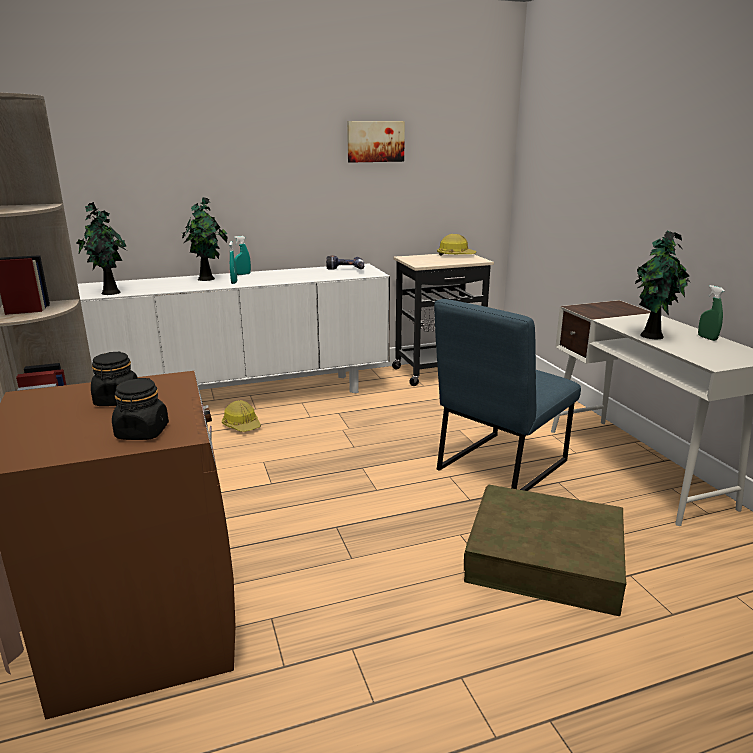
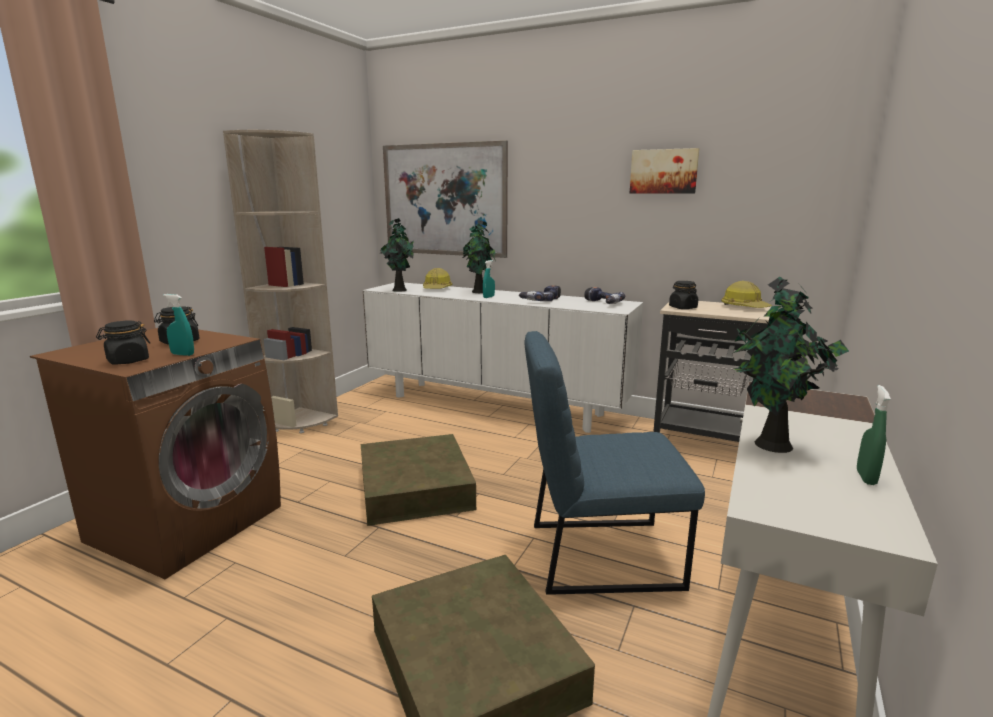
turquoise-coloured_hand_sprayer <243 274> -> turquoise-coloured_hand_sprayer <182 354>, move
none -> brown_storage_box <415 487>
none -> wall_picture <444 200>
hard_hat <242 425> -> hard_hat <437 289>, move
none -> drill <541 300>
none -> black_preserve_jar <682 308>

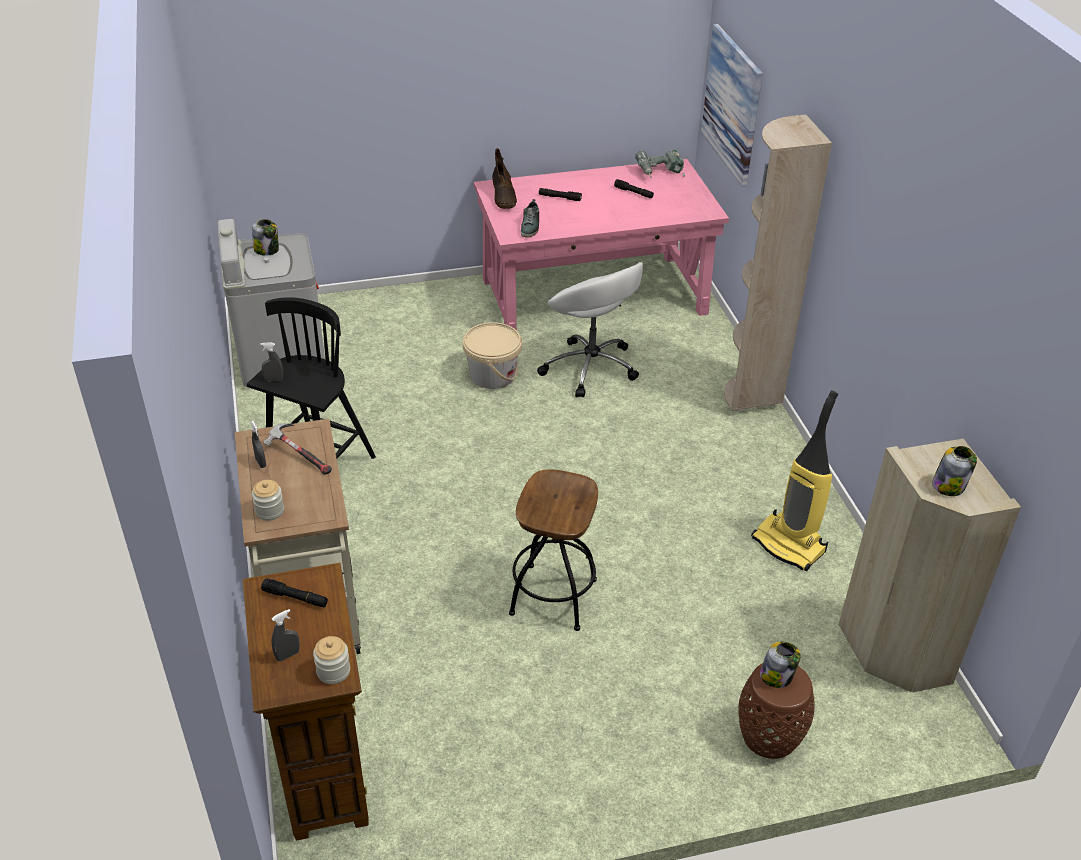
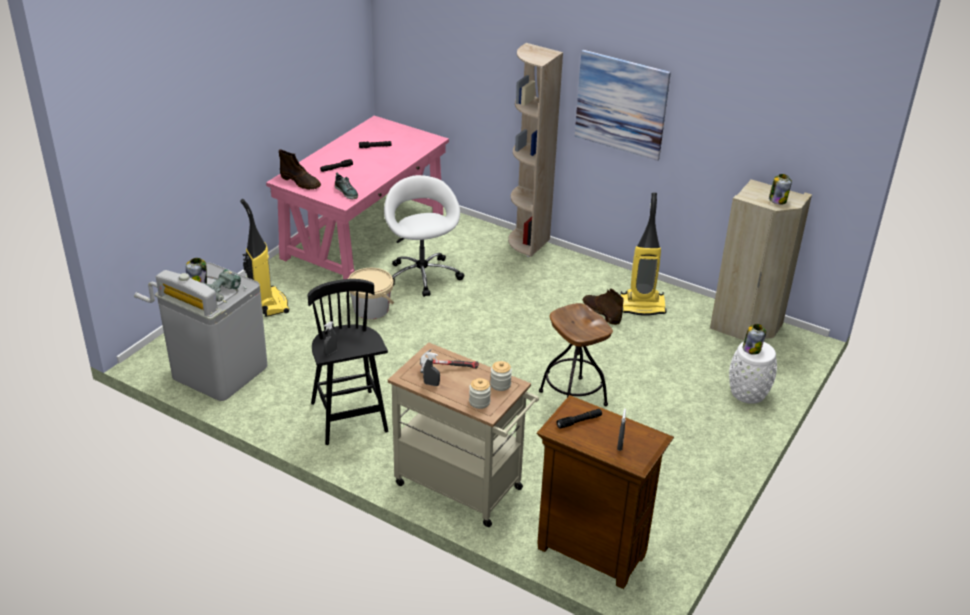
drill <659 174> -> drill <224 295>, move
none -> hoover <269 303>
white_office_chair <591 369> -> white_office_chair <422 275>, 120 degrees counterclockwise
preserve_jar <333 671> -> preserve_jar <500 384>, move
wall_picture <732 104> -> wall_picture <621 104>, move
none -> brown_tall_boot <601 312>
brown_stool <769 736> -> white_stool <748 393>

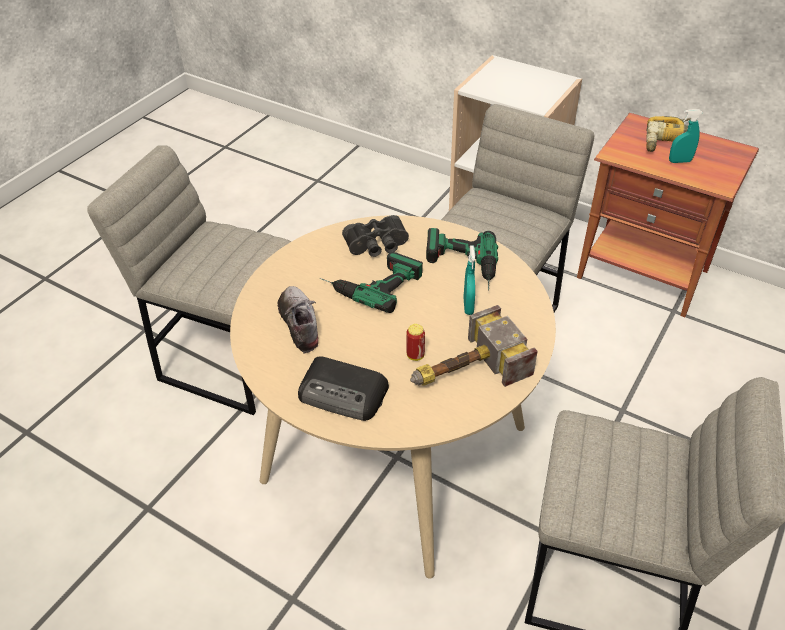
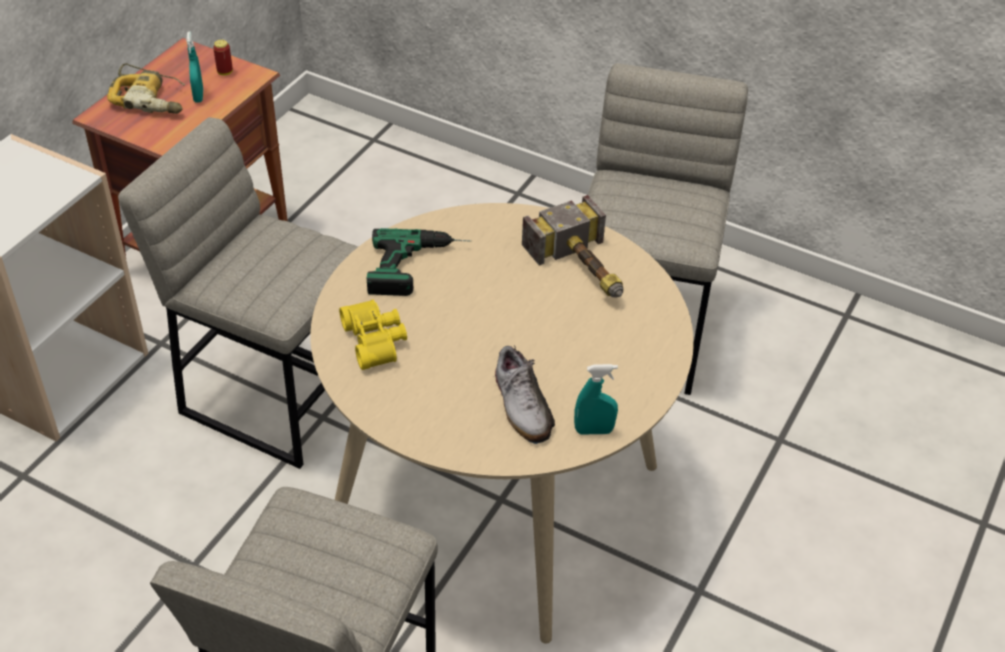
metal_can <415 355> -> metal_can <225 72>, move
black_field_glasses <377 246> -> yellow-coloured_field_glasses <376 340>
shoe <300 323> -> shoe <522 406>, 90 degrees counterclockwise
turquoise-coloured_hand_sprayer <468 306> -> turquoise-coloured_hand_sprayer <593 430>, move
radio <344 393> -> none
drill <370 282> -> none

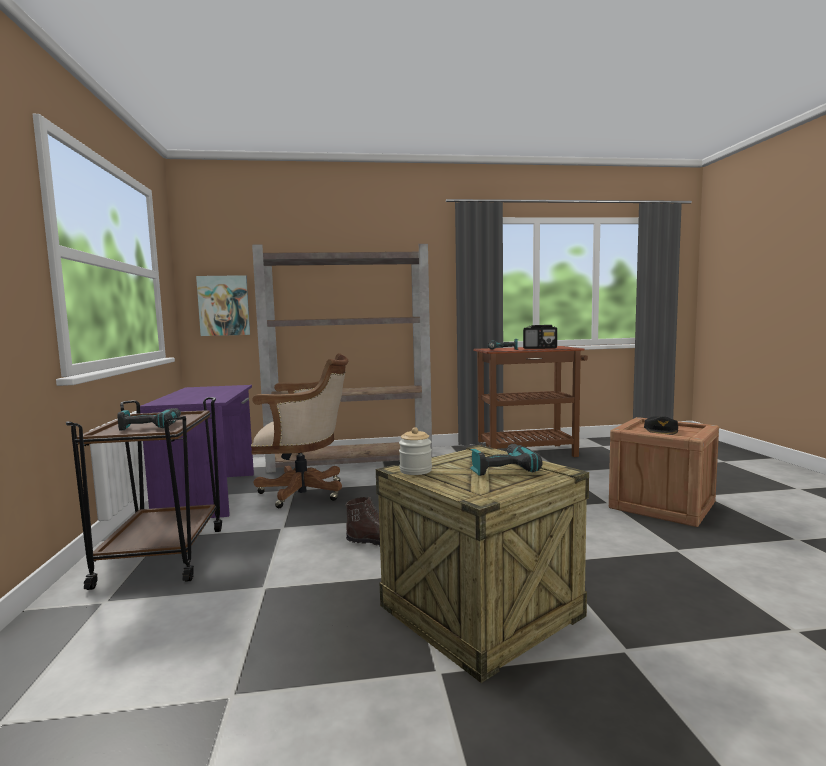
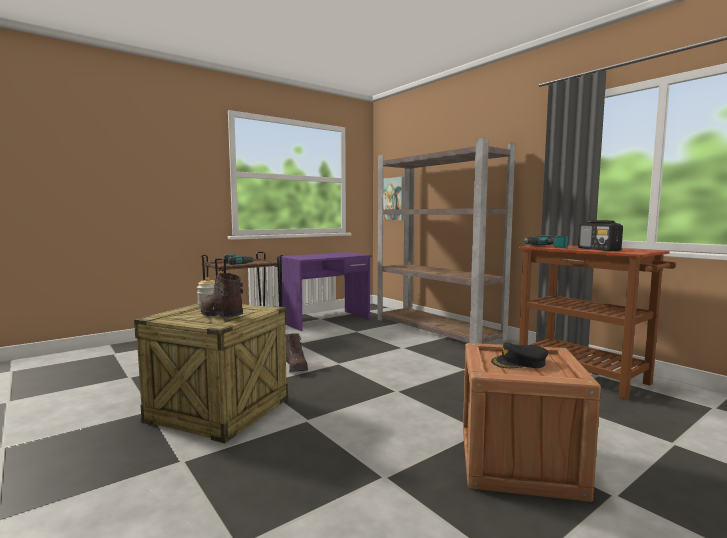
drill <502 468> -> brown_tall_boot <220 315>
office_chair <306 493> -> none

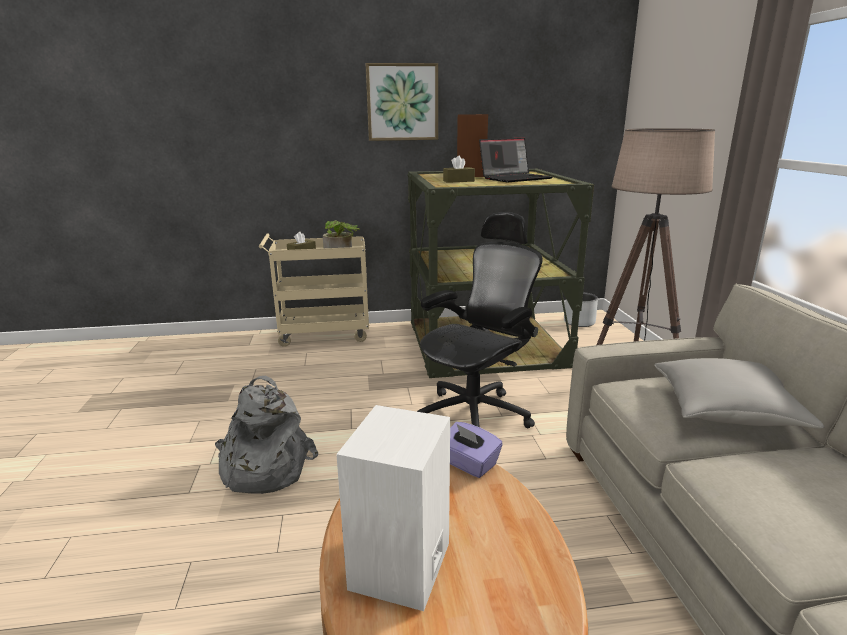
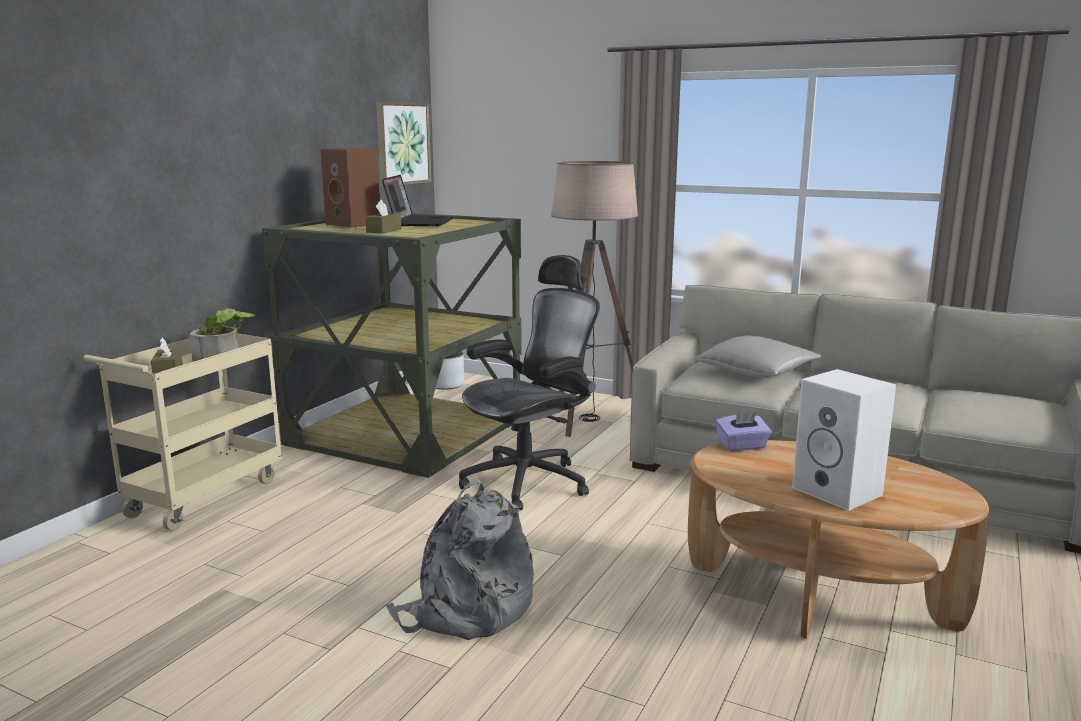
wall_picture <402 102> -> wall_picture <402 144>, move
office_chair <477 413> -> office_chair <530 480>, 60 degrees clockwise

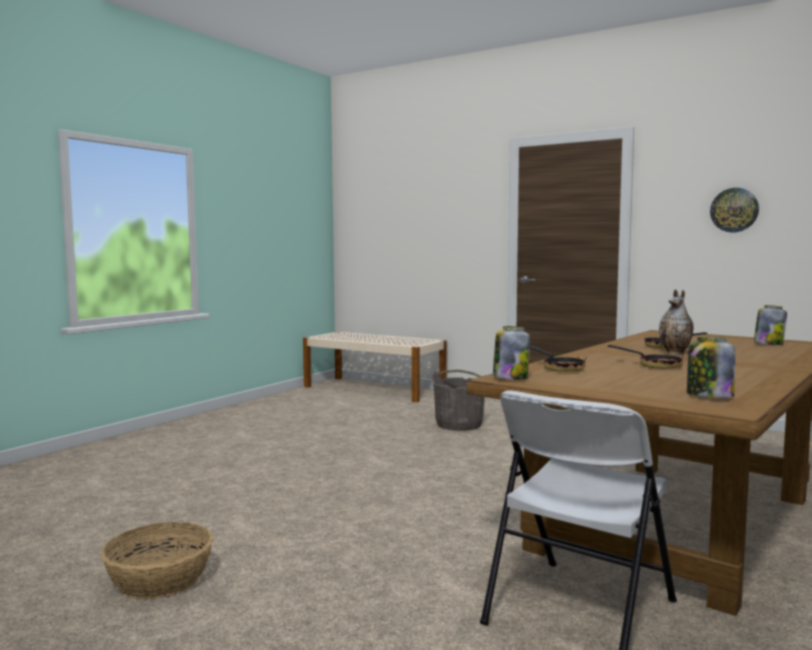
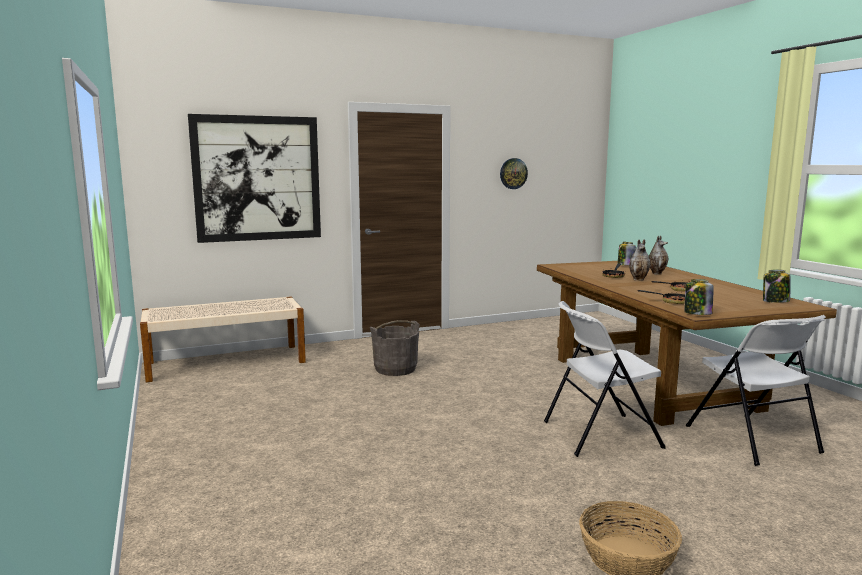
none -> wall_picture <257 178>
none -> white_plain_chair <601 434>
none -> vase <657 273>

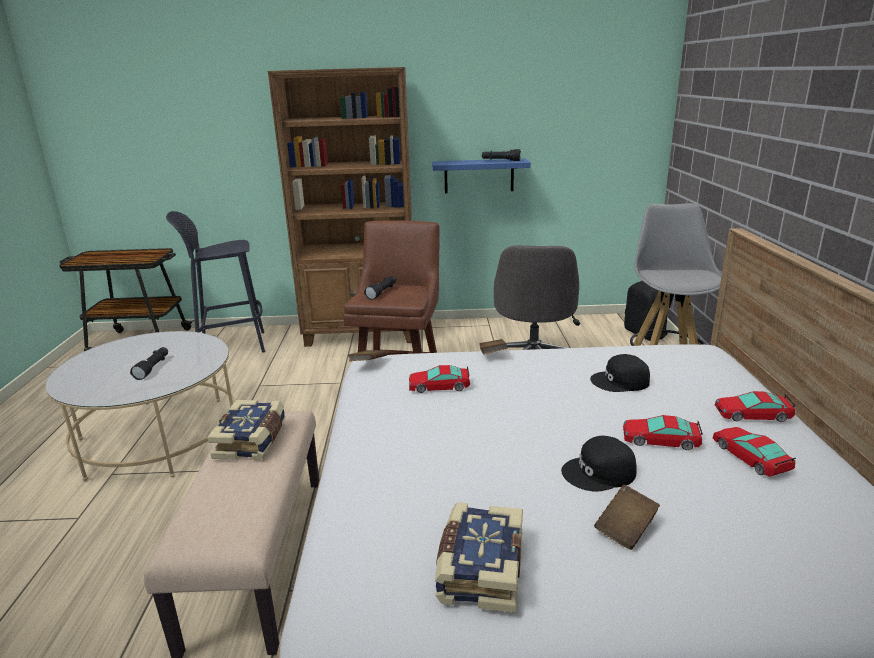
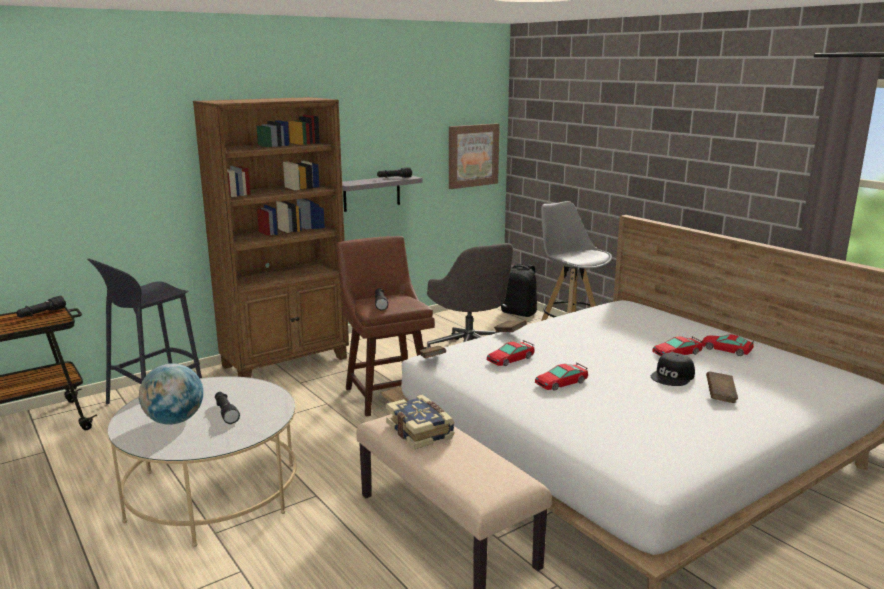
none -> black_flashlight <41 313>
none -> globe <174 421>
blue-coloured_wall_shelf <479 176> -> grey_wall_shelf <371 193>
none -> wall_picture <472 155>
miniature_car <752 414> -> miniature_car <561 382>, move
bound_book <479 569> -> none
black_peaked_cap <620 381> -> none

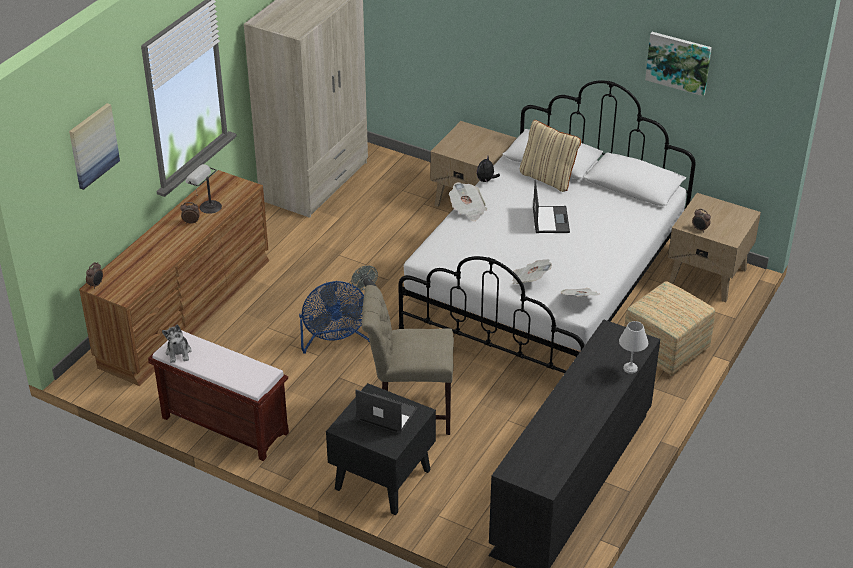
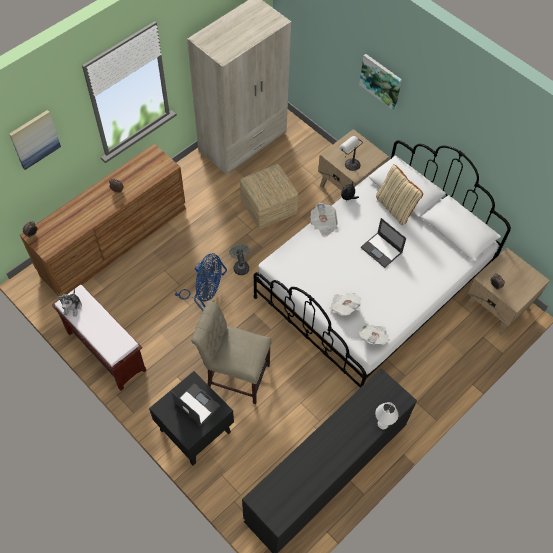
blue-coloured_fan <332 339> -> blue-coloured_fan <204 293>, 75 degrees counterclockwise
footrest <665 348> -> footrest <269 207>, move
tabletop_lamp <206 206> -> tabletop_lamp <349 163>, move
wall_picture <678 62> -> wall_picture <381 81>, move
portable_computer <550 219> -> portable_computer <382 250>, 120 degrees clockwise

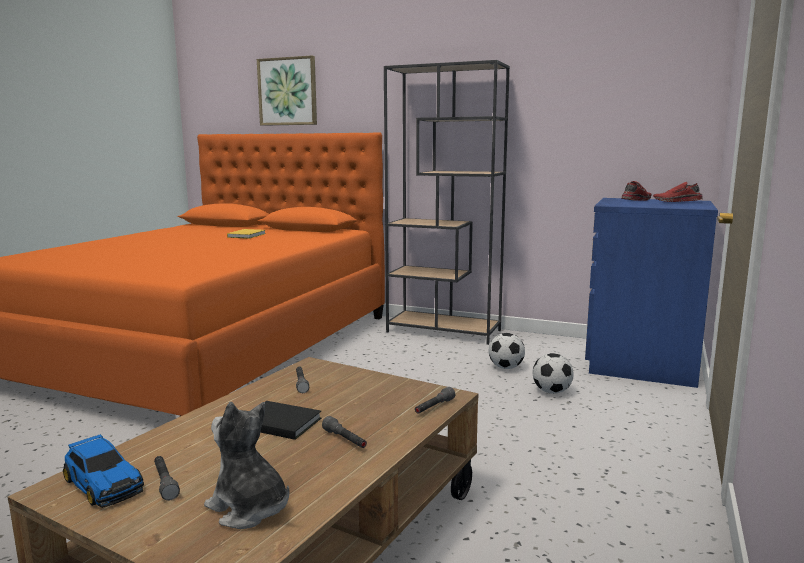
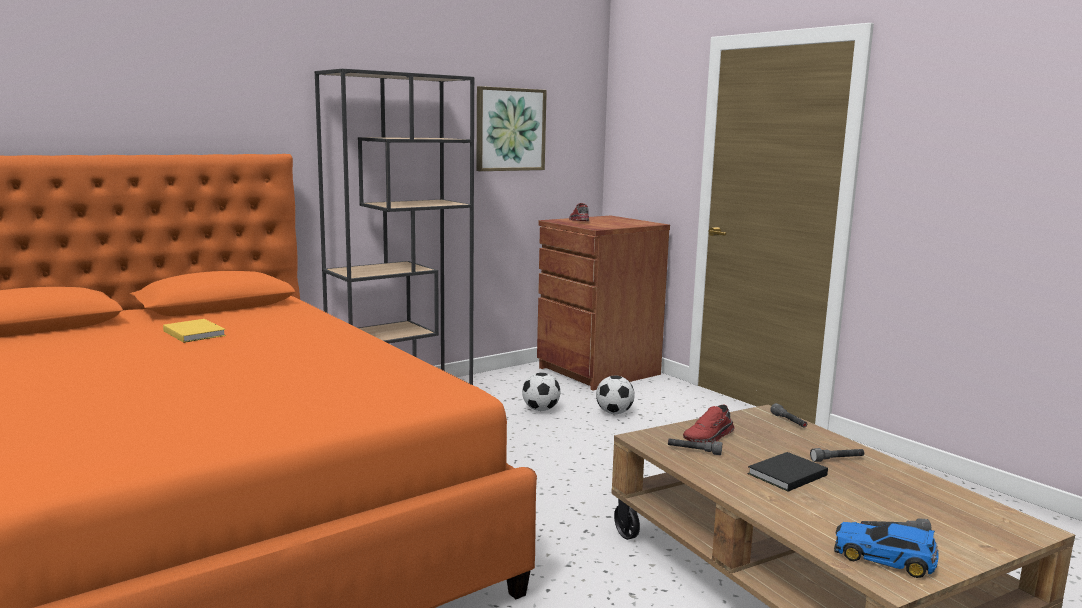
wall_picture <288 91> -> wall_picture <510 129>, move
blue-coloured_dresser <641 365> -> brown_dresser <599 371>
red_shoe <677 202> -> red_shoe <709 437>, move
miniature_car <104 483> -> miniature_car <886 559>, 135 degrees counterclockwise
plush_toy <249 508> -> none

